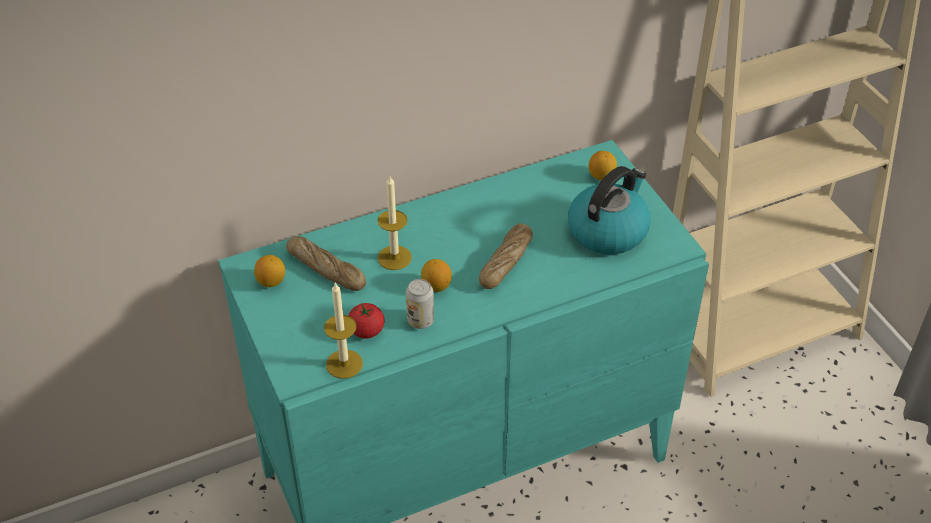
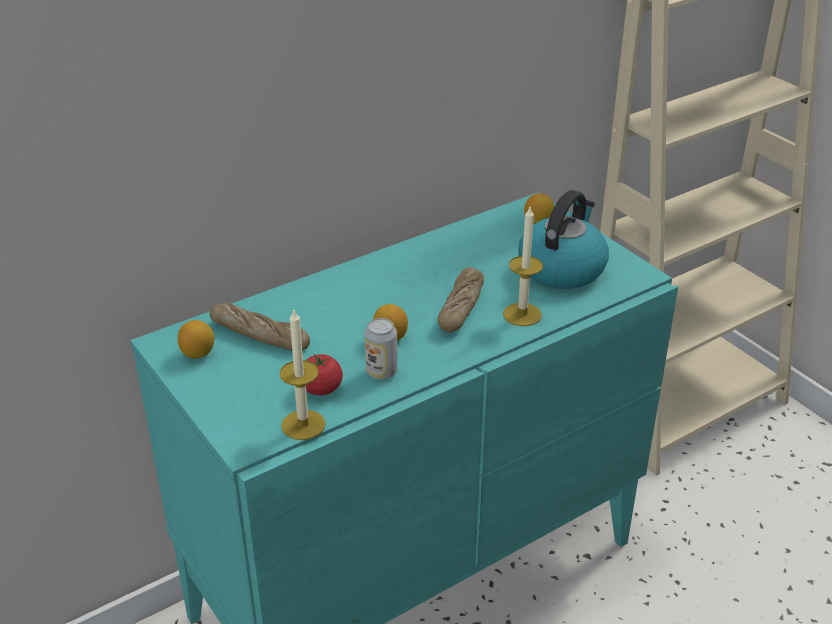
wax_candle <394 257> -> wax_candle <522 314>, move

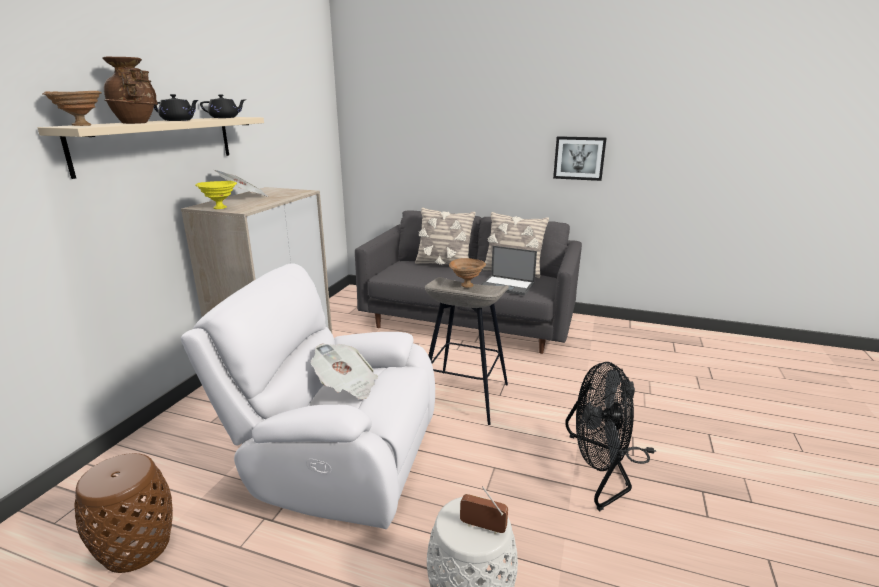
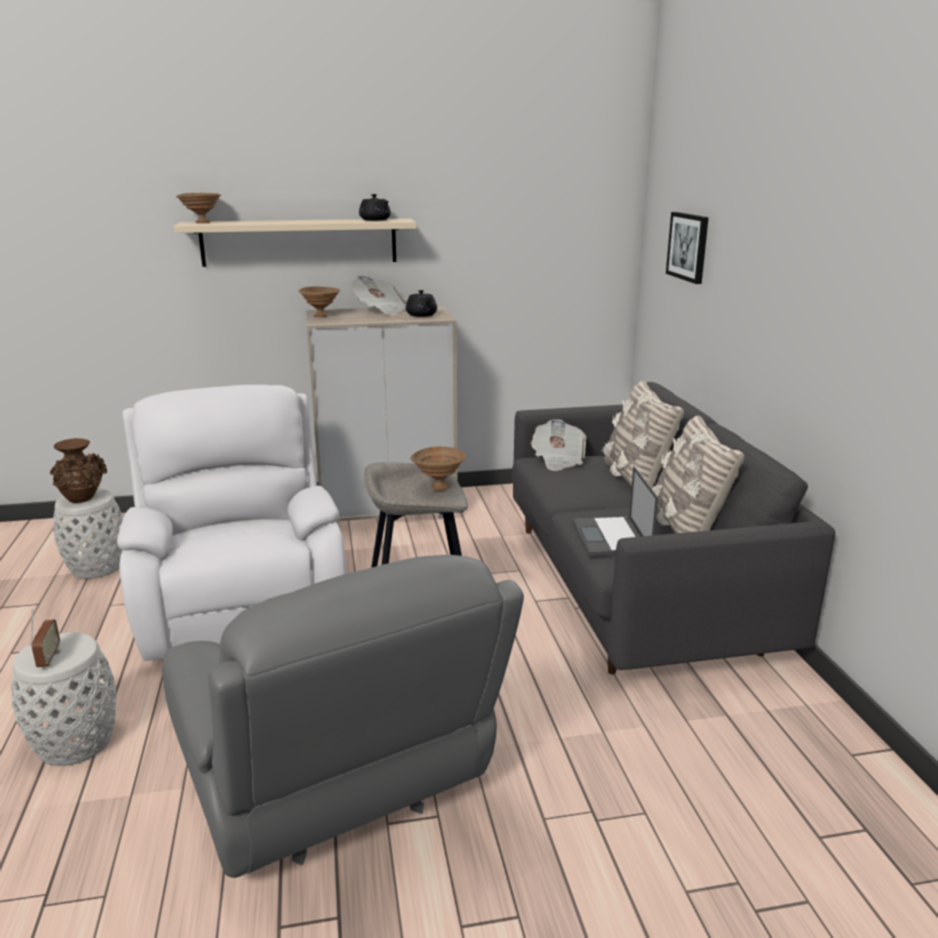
brown_vase <137 123> -> brown_vase <82 499>, move
brown_stool <137 547> -> white_stool <97 567>
black_fan <604 467> -> grey_easy_chair <339 797>
yellow-coloured_deep_dish <219 208> -> brown_deep_dish <321 316>
black_pot_for_tea <178 120> -> black_pot_for_tea <421 315>, move
printed_paper <346 385> -> printed_paper <558 460>, move
wall_picture <579 158> -> wall_picture <688 246>, move

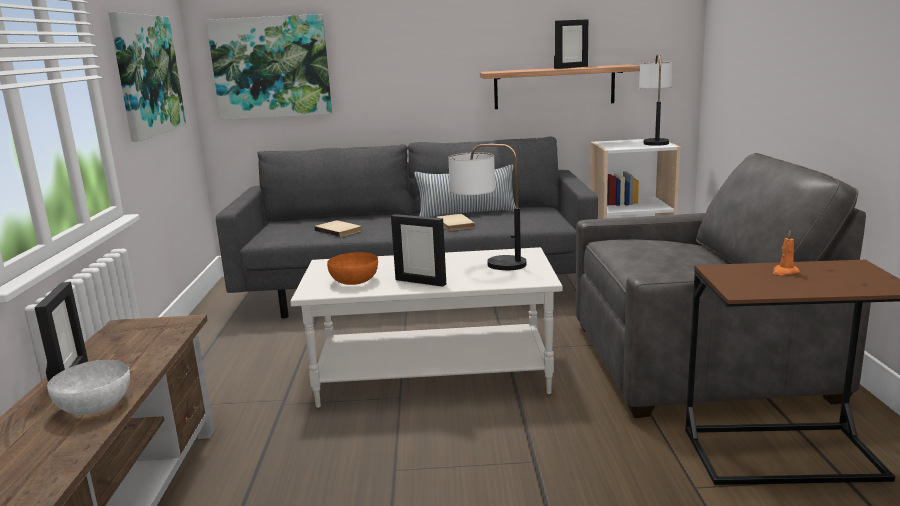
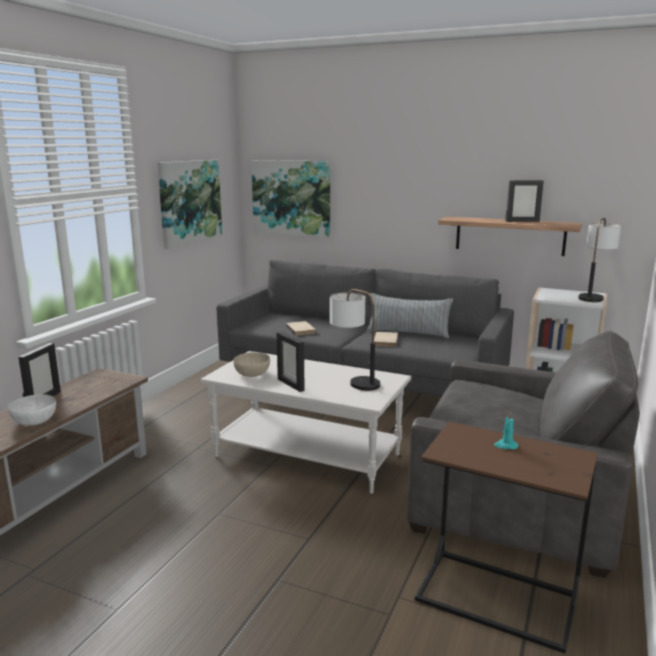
orange_deep_dish <355 281> -> beige_deep_dish <252 374>
orange_wax_candle <785 272> -> turquoise-coloured_wax_candle <505 445>

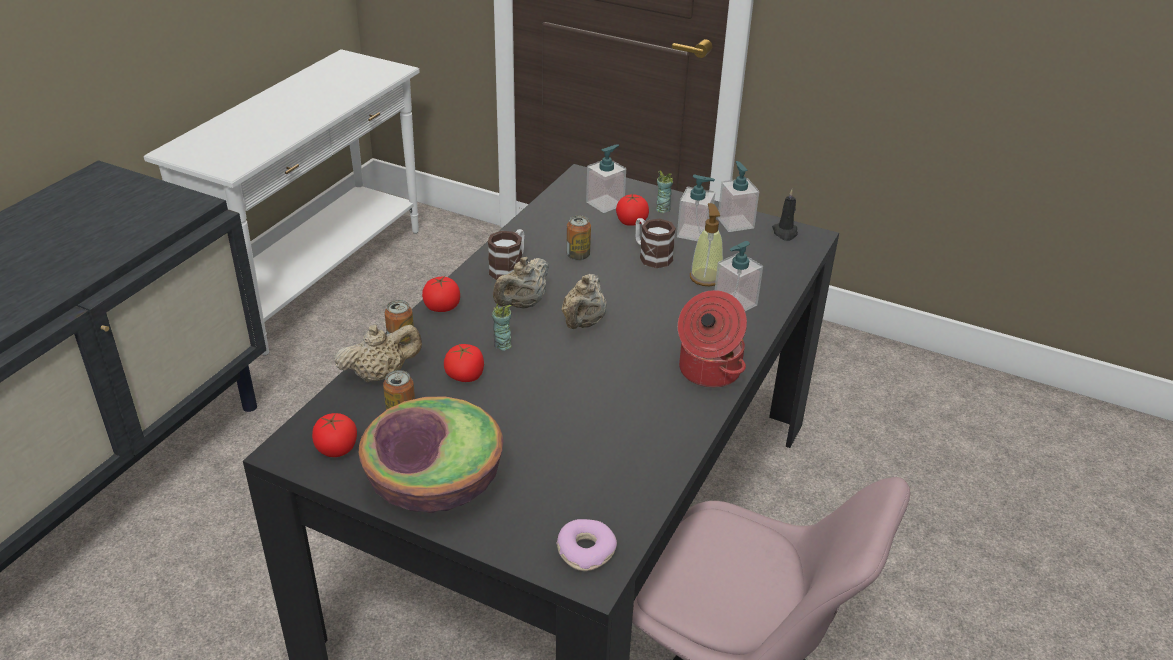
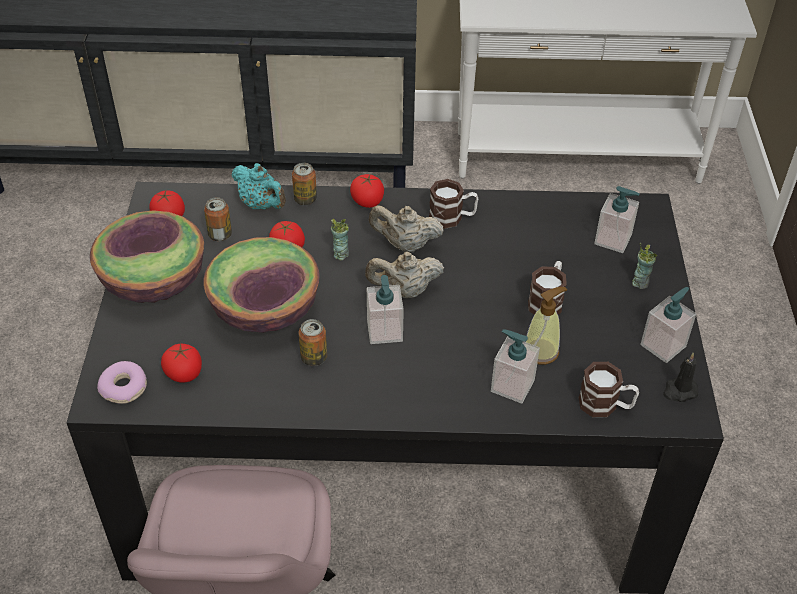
whole_tomato <631 222> -> whole_tomato <184 373>, move
none -> deep_dish <265 310>
beige_pot_for_tea <381 375> -> turquoise-coloured_pot_for_tea <261 205>
metal_can <578 255> -> metal_can <314 358>, move
soap_dispenser <694 233> -> soap_dispenser <384 331>, move
none -> coffee_mug <605 405>
cooking_pot <707 371> -> none

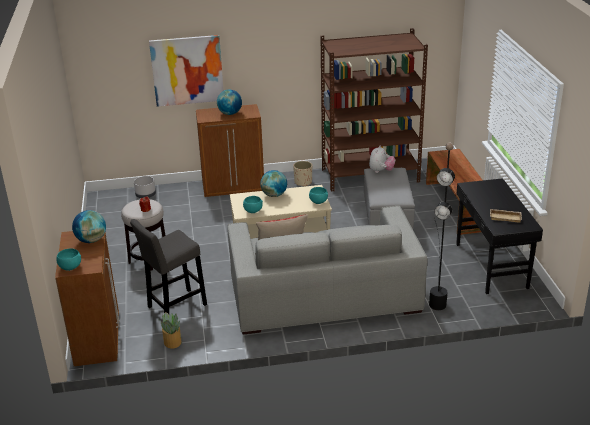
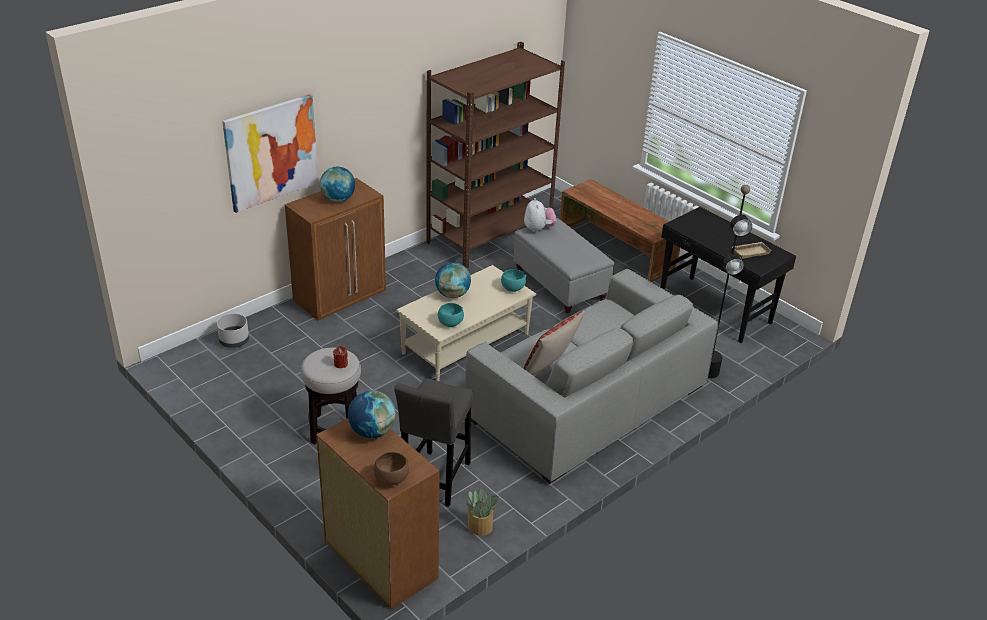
turquoise-coloured_deep_dish <70 267> -> brown_deep_dish <391 479>
beige_plant_pot <303 182> -> none

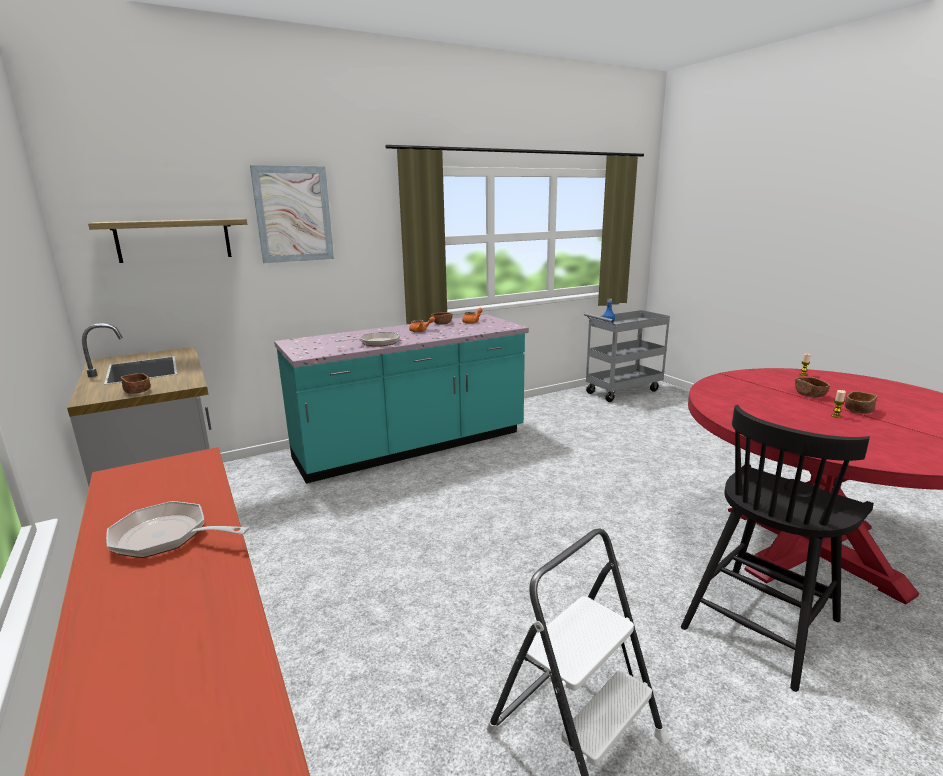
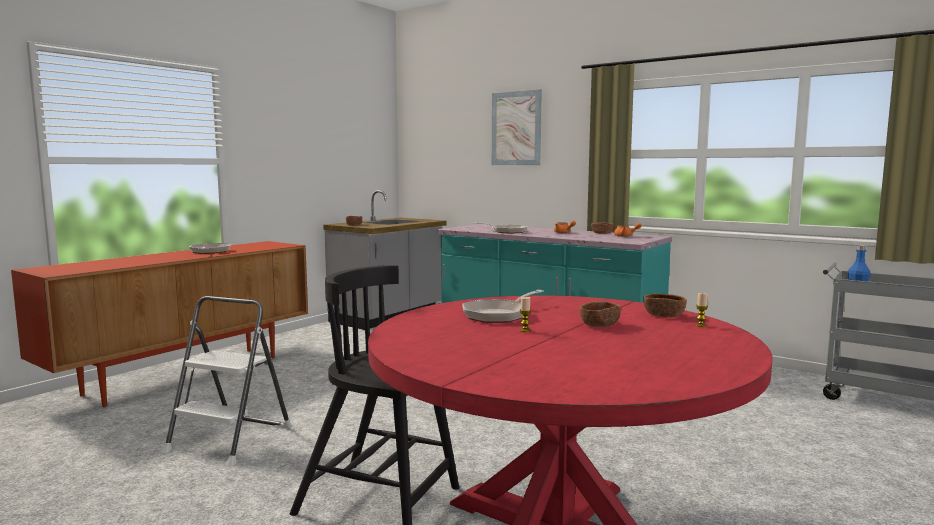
none -> skillet <499 315>
brown_deep_dish <858 410> -> brown_deep_dish <664 315>, move
wall_shelf <174 240> -> none

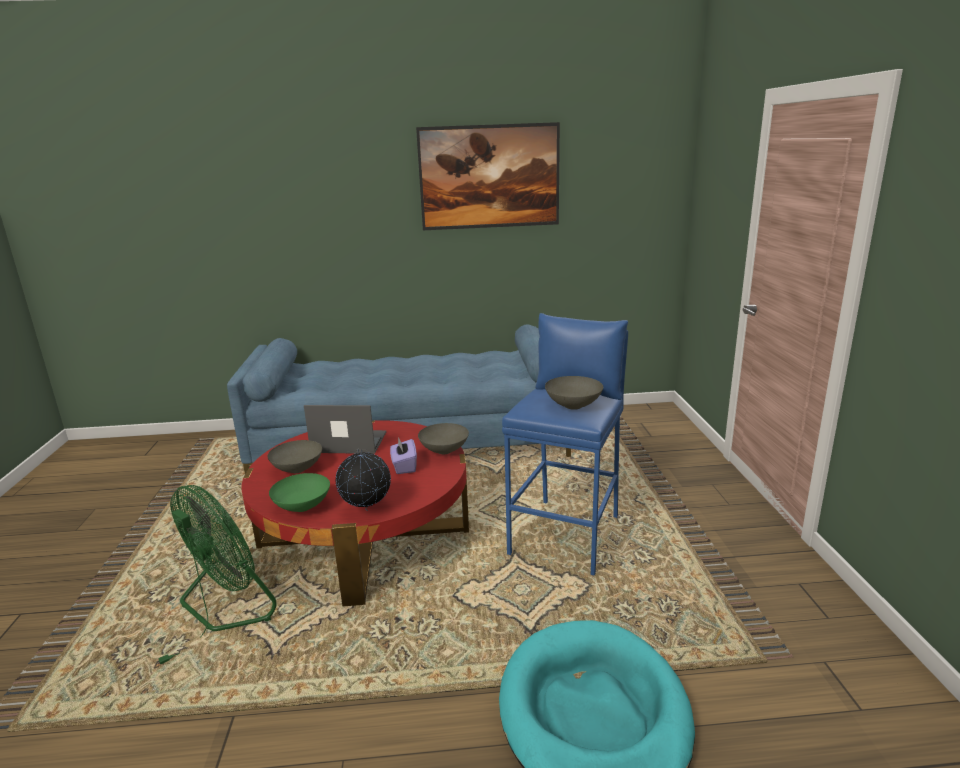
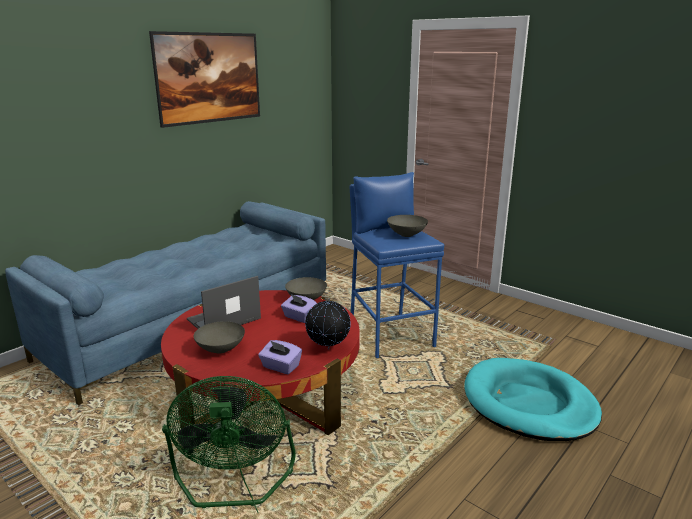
green_deep_dish <303 507> -> purplish_box_of_tissues <280 367>

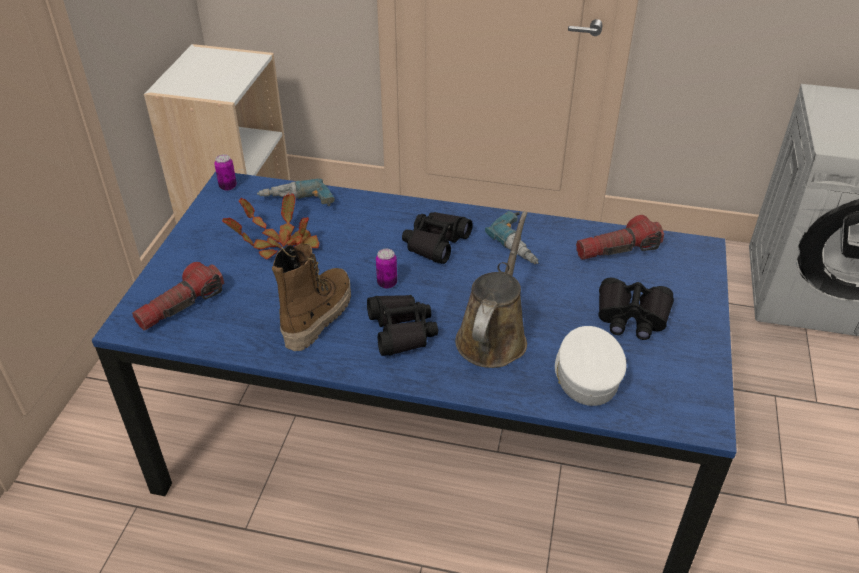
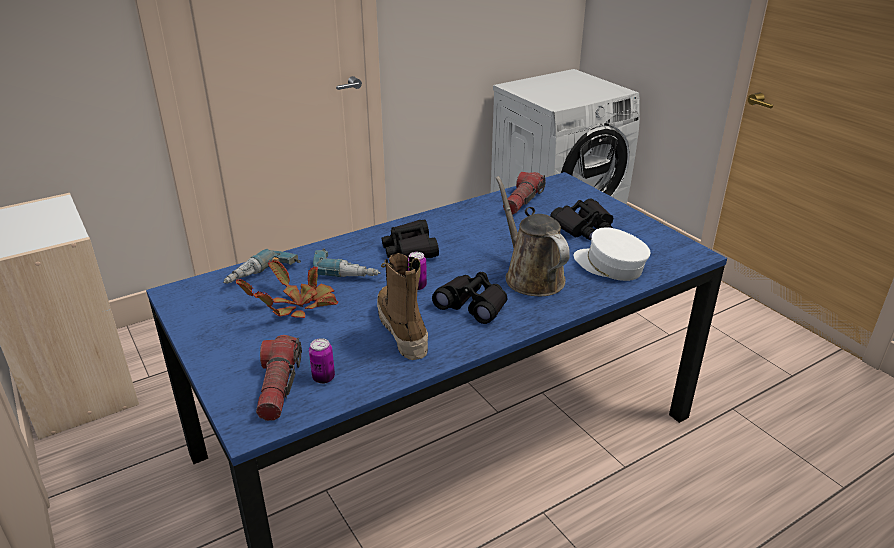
metal_can <228 186> -> metal_can <323 378>, move
drill <521 244> -> drill <347 270>, move

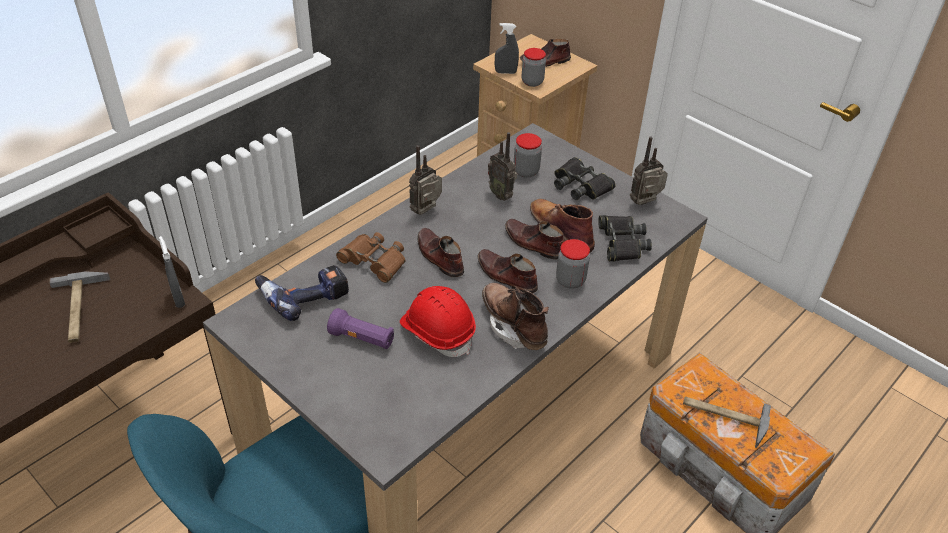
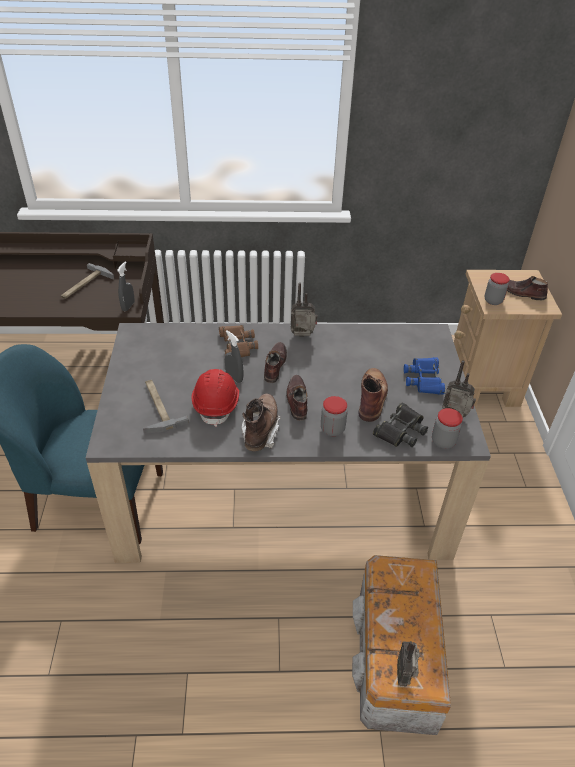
hammer <724 416> -> hammer <157 407>, move
grey_hand_sprayer <505 72> -> grey_hand_sprayer <234 377>, move
radio <501 195> -> radio <404 674>, move
black_field_glasses <580 185> -> blue-coloured_field_glasses <424 379>
preserve_jar <526 171> -> preserve_jar <443 441>, move
drill <303 295> -> none
purplish_flashlight <362 339> -> none
brown_shoe <533 244> -> none

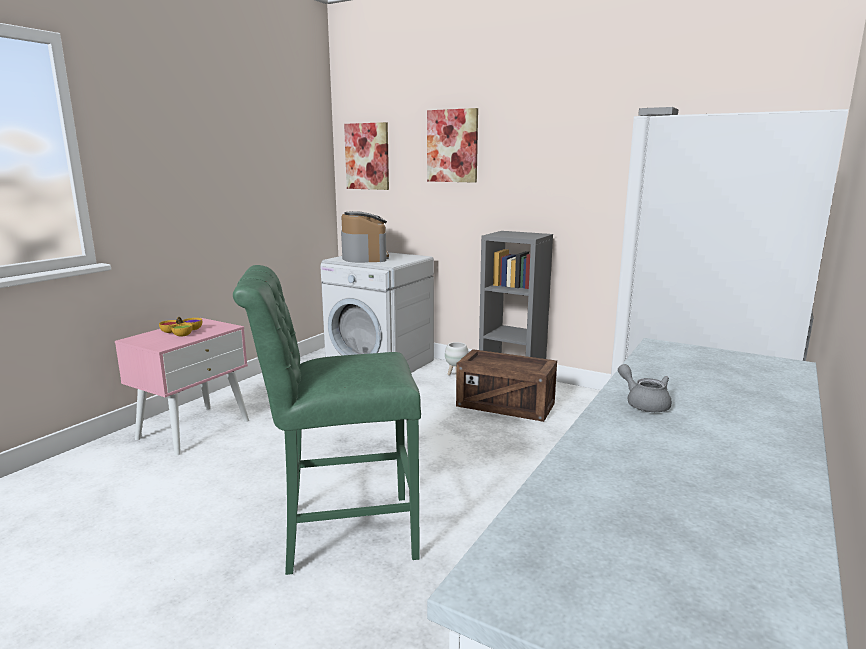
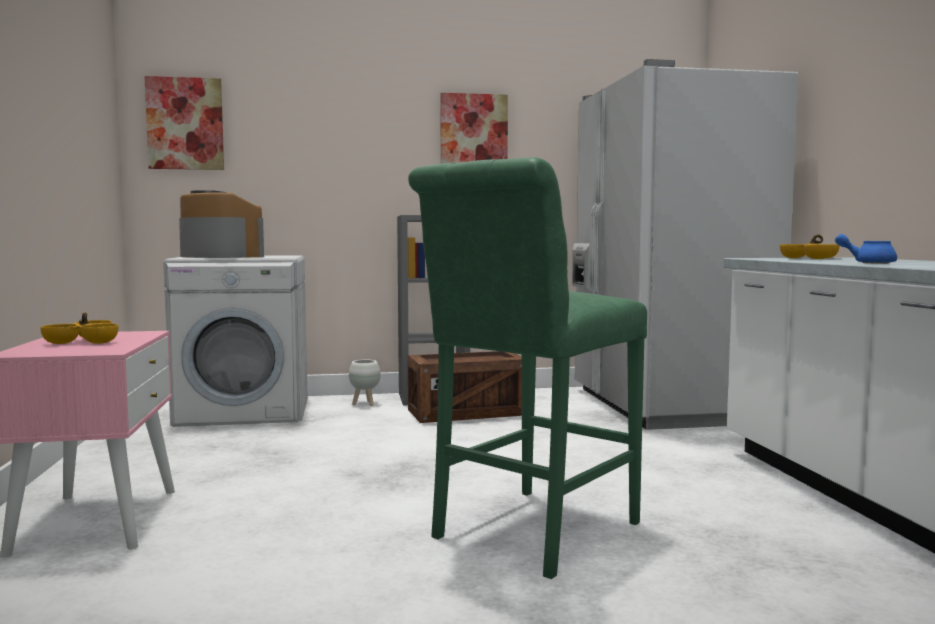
wall_picture <452 146> -> wall_picture <473 137>, move
none -> deep_dish <811 258>
grey_pot_for_tea <644 403> -> blue-coloured_pot_for_tea <868 263>

